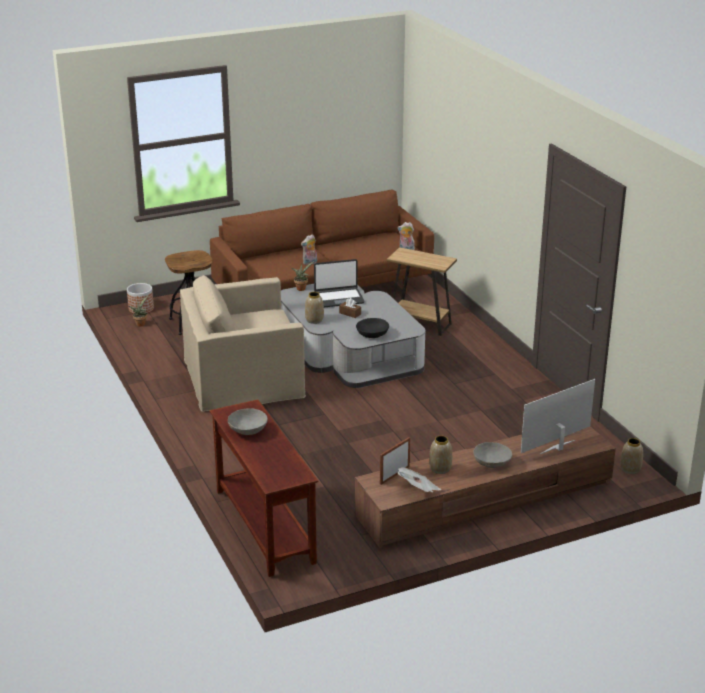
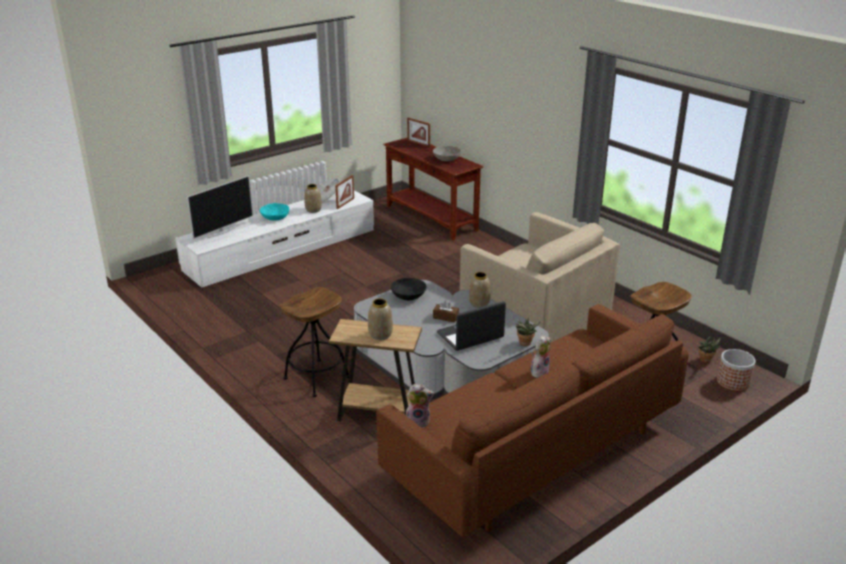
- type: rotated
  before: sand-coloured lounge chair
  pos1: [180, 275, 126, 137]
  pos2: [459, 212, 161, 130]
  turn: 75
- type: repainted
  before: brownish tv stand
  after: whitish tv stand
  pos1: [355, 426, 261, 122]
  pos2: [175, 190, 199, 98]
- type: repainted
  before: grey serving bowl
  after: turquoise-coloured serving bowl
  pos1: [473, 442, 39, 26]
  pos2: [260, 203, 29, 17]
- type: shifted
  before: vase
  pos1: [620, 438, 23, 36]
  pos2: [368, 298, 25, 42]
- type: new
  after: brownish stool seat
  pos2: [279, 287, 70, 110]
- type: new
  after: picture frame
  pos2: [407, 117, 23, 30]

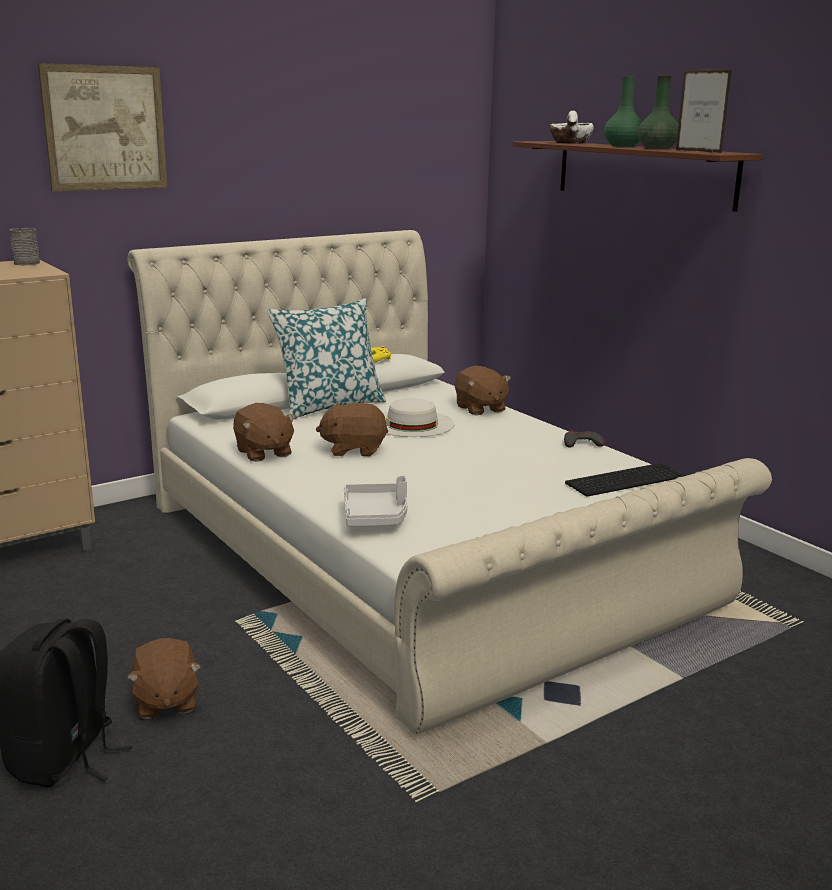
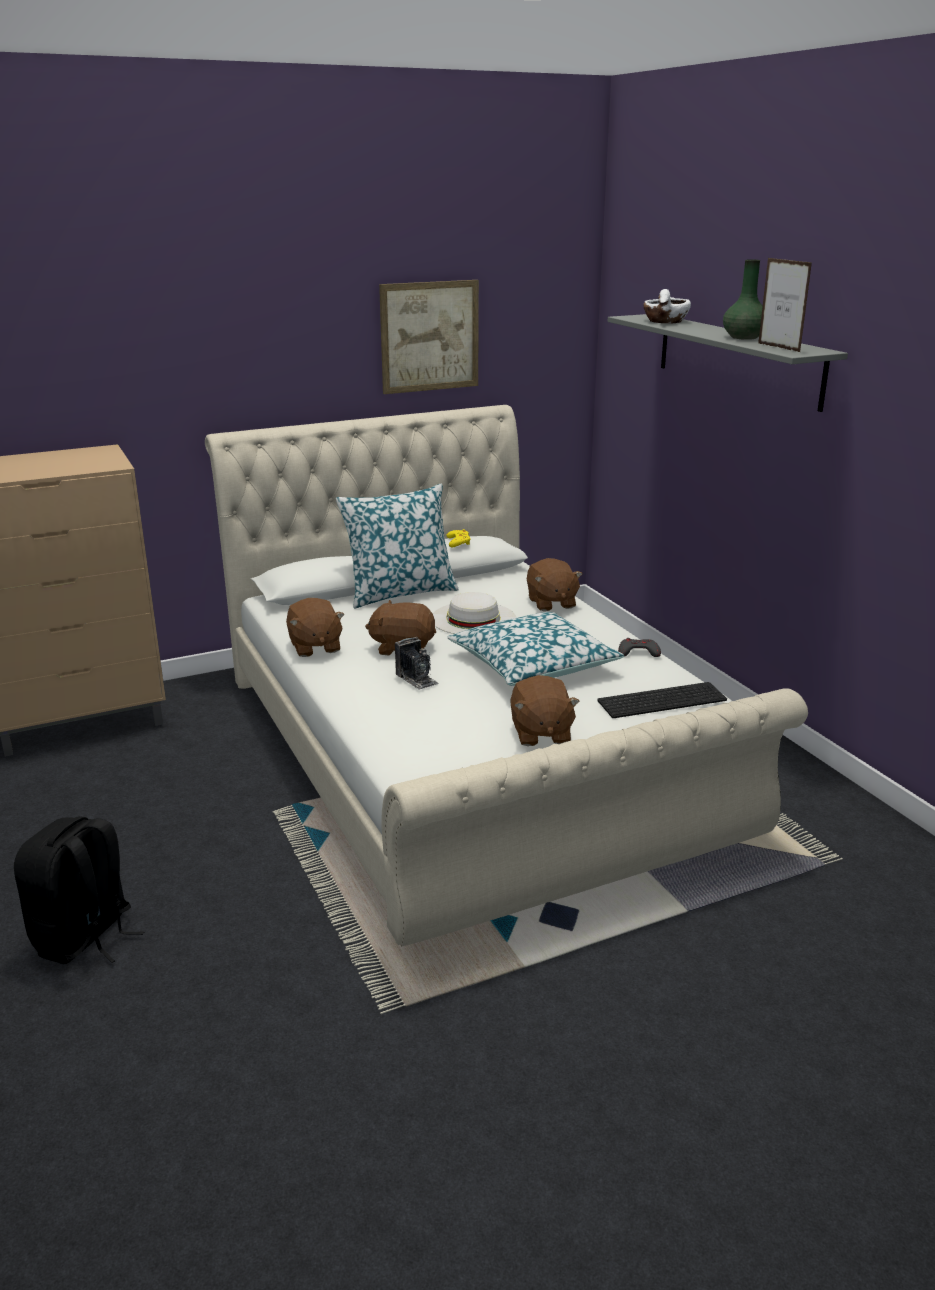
- type: gone
  before: grey tea mug
  pos1: [9, 228, 31, 37]
- type: shifted
  before: wall picture
  pos1: [38, 63, 129, 129]
  pos2: [379, 280, 100, 114]
- type: shifted
  before: brownish plush toy
  pos1: [127, 638, 74, 81]
  pos2: [510, 675, 70, 71]
- type: gone
  before: grey carrying tray
  pos1: [344, 476, 64, 50]
- type: repainted
  before: brownish wall shelf
  after: grey wall shelf
  pos1: [513, 141, 250, 71]
  pos2: [608, 314, 240, 98]
- type: gone
  before: greenish vase
  pos1: [604, 76, 38, 71]
- type: new
  after: still camera
  pos2: [395, 637, 44, 53]
- type: new
  after: pillow
  pos2: [447, 612, 177, 74]

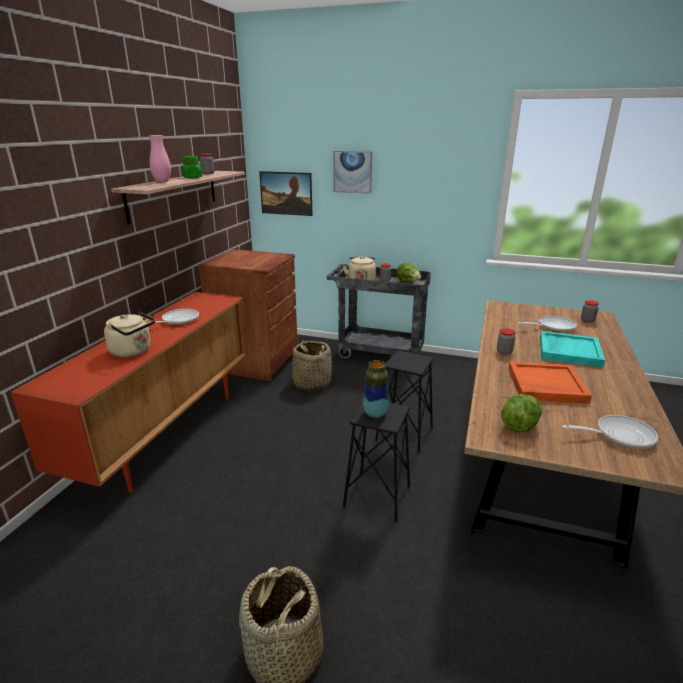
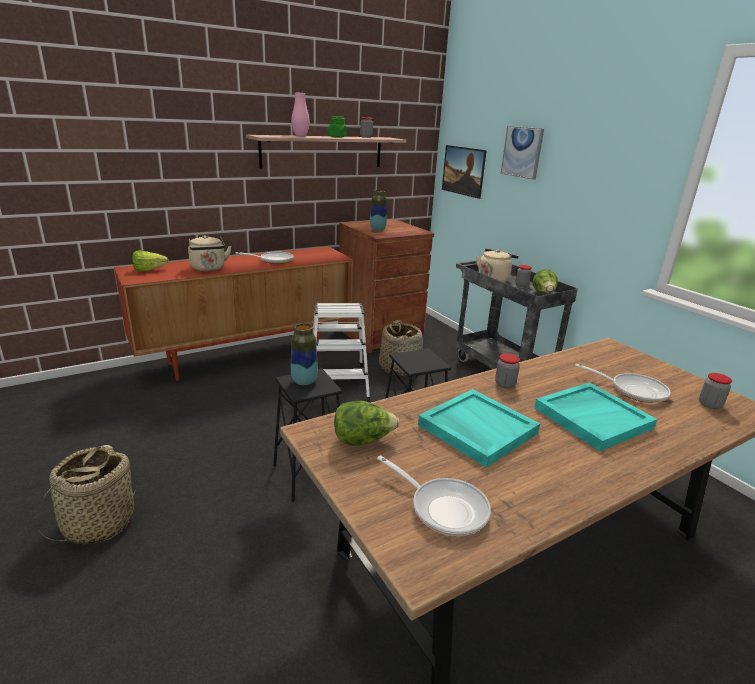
- type: repainted
  before: orange carrying tray
  after: turquoise-coloured carrying tray
  pos1: [508, 362, 84, 42]
  pos2: [418, 389, 122, 78]
- type: new
  after: head of lettuce
  pos2: [132, 251, 37, 20]
- type: new
  after: whitish step ladder
  pos2: [309, 303, 61, 100]
- type: new
  after: vase
  pos2: [370, 190, 17, 41]

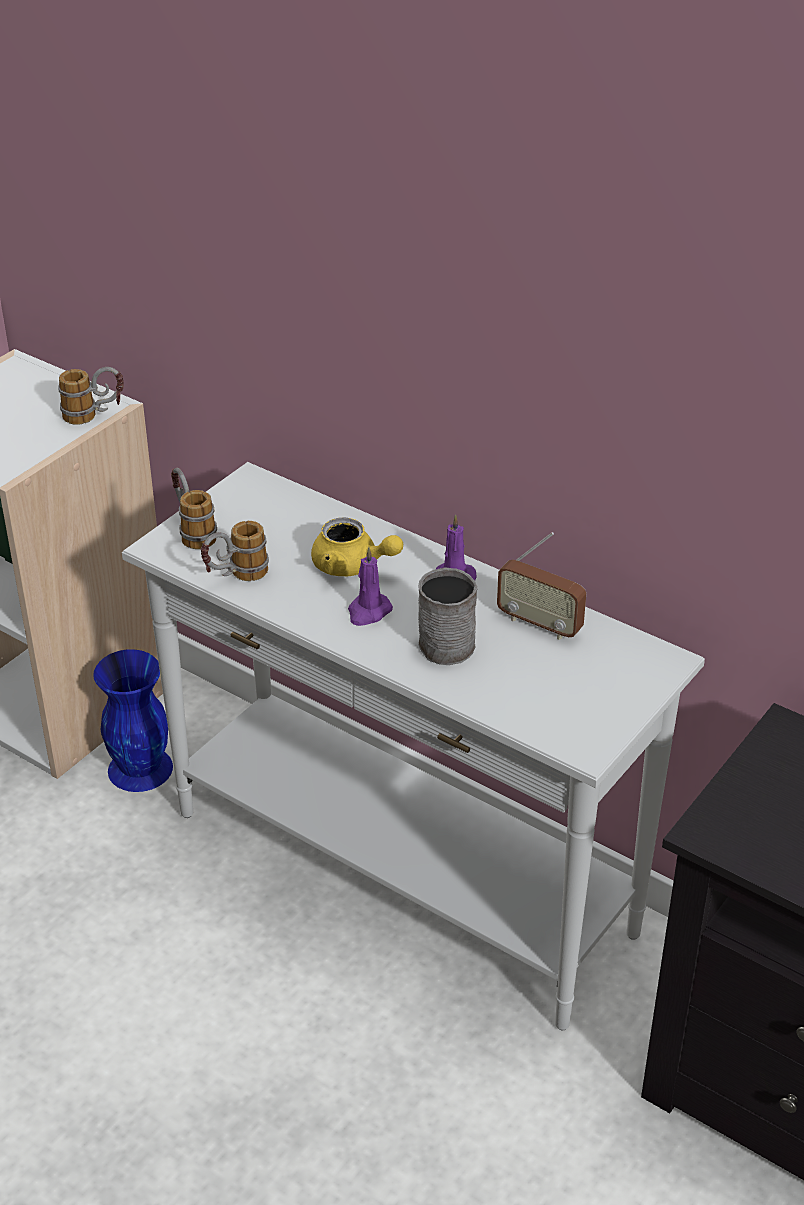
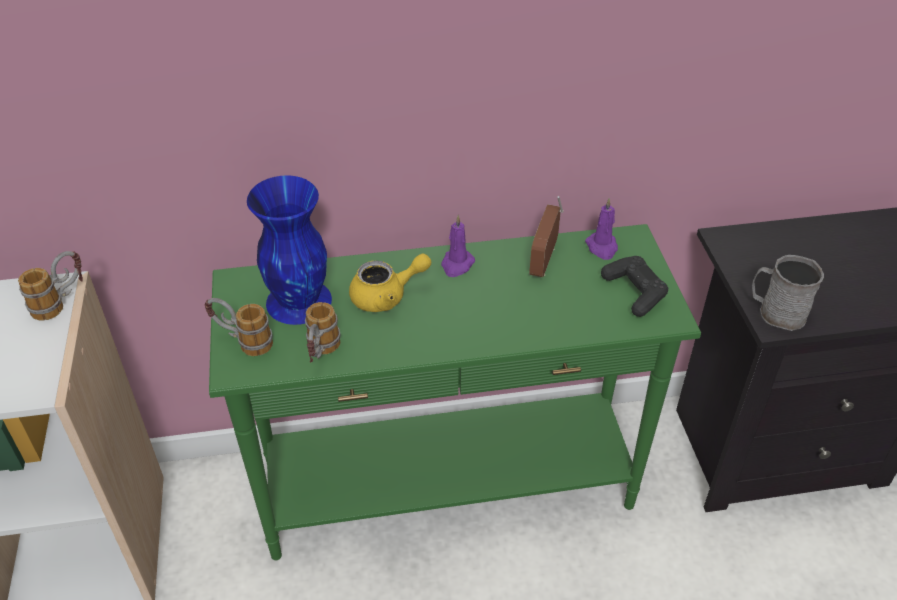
- type: shifted
  before: blue vase
  pos1: [93, 649, 80, 143]
  pos2: [247, 175, 85, 150]
- type: repainted
  before: whitish narrow table
  after: greenish narrow table
  pos1: [122, 462, 583, 568]
  pos2: [209, 224, 492, 336]
- type: shifted
  before: purplish wax candle
  pos1: [348, 547, 45, 79]
  pos2: [585, 198, 33, 62]
- type: shifted
  before: grey tea mug
  pos1: [418, 567, 60, 98]
  pos2: [752, 255, 72, 76]
- type: rotated
  before: radio receiver
  pos1: [497, 532, 89, 108]
  pos2: [529, 196, 35, 81]
  turn: 120
- type: new
  after: black game controller
  pos2: [601, 256, 67, 61]

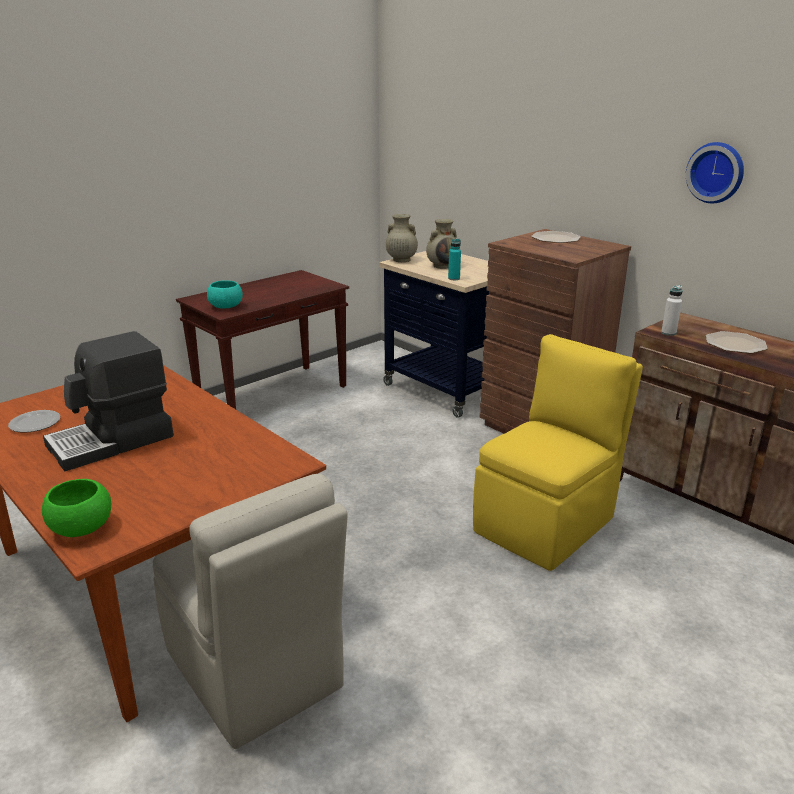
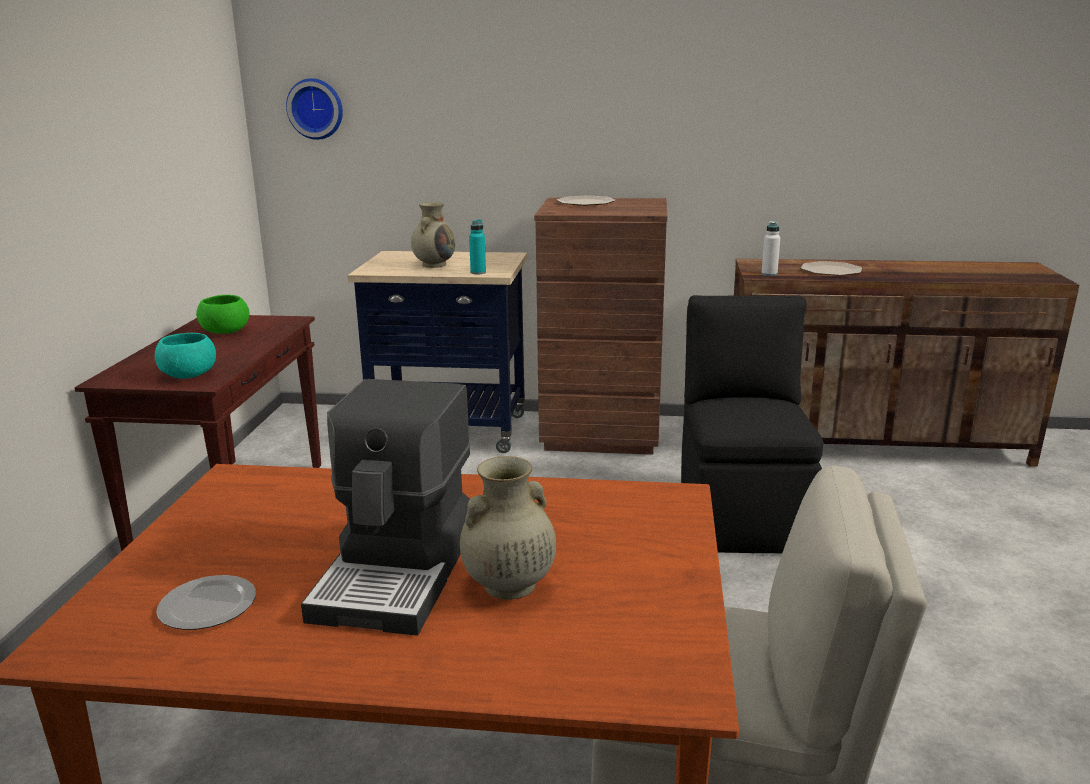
- type: shifted
  before: greenish serving bowl
  pos1: [42, 479, 69, 58]
  pos2: [196, 295, 53, 39]
- type: shifted
  before: sand-coloured vase
  pos1: [386, 214, 32, 48]
  pos2: [460, 456, 96, 144]
- type: repainted
  before: yellow-coloured chair
  after: black chair
  pos1: [473, 334, 170, 237]
  pos2: [681, 295, 142, 258]
- type: shifted
  before: clock on the wall
  pos1: [686, 142, 58, 61]
  pos2: [286, 78, 57, 62]

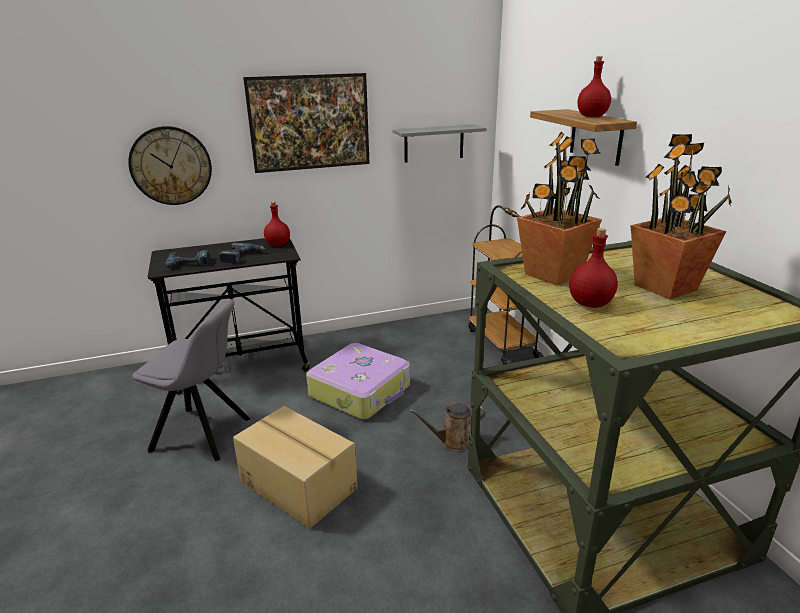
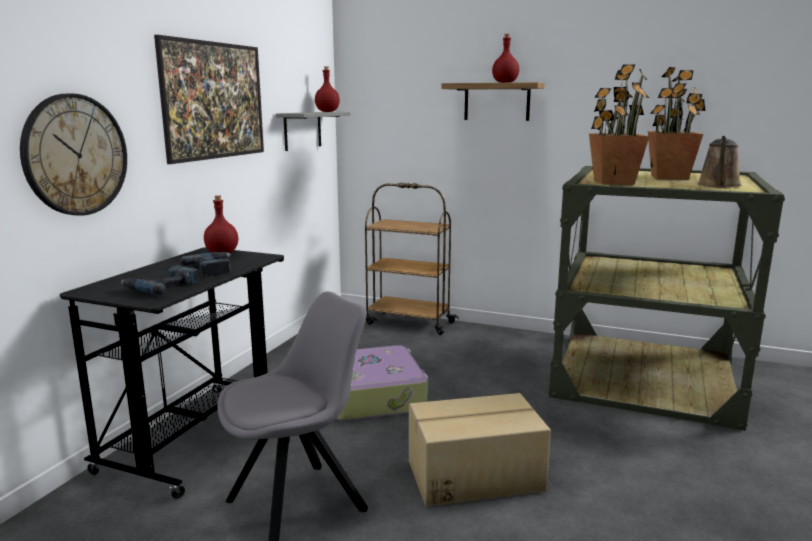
- type: shifted
  before: brownish sprinkling can
  pos1: [409, 403, 76, 48]
  pos2: [697, 136, 44, 52]
- type: shifted
  before: reddish bottle
  pos1: [569, 228, 49, 80]
  pos2: [315, 66, 25, 46]

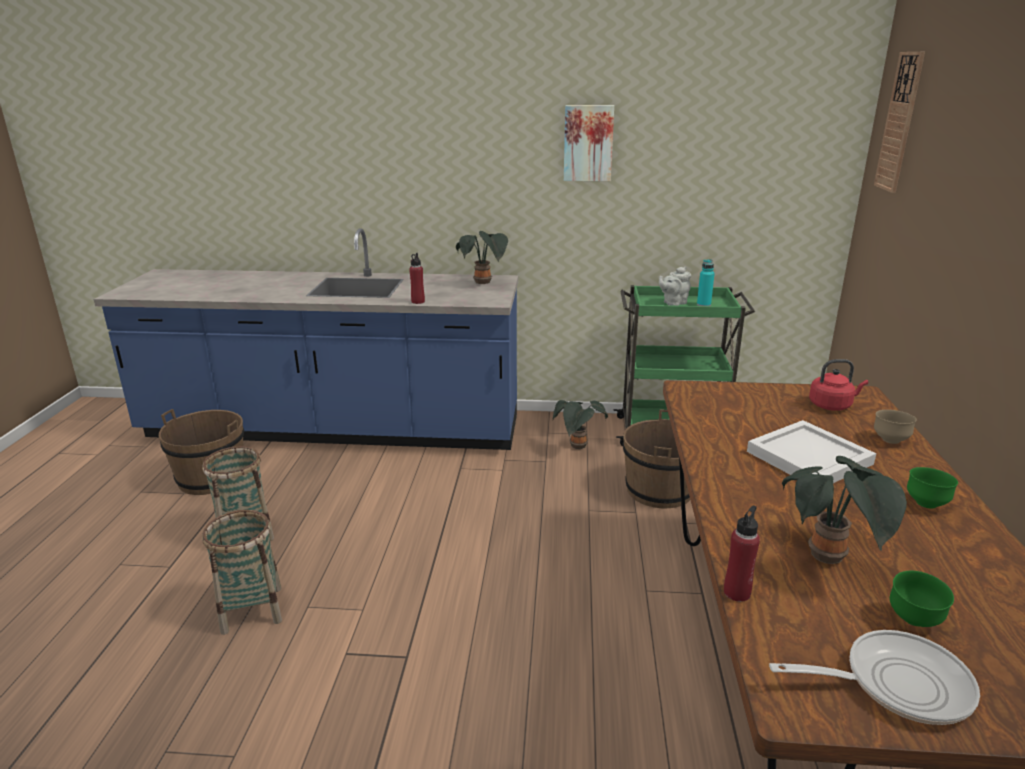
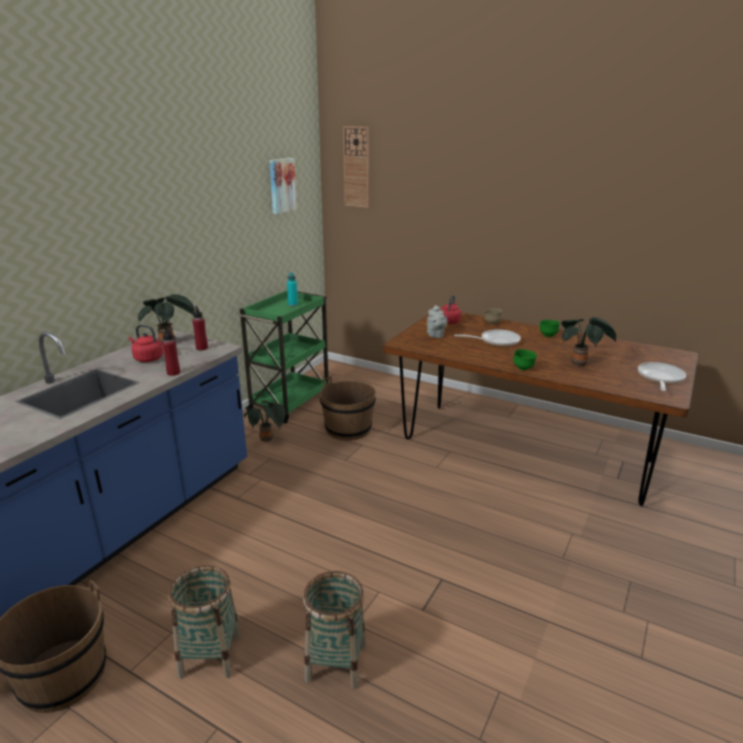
- type: shifted
  before: wall picture
  pos1: [564, 105, 50, 76]
  pos2: [269, 158, 28, 56]
- type: shifted
  before: grey teapot
  pos1: [659, 267, 32, 39]
  pos2: [427, 305, 21, 33]
- type: shifted
  before: reddish bottle
  pos1: [724, 505, 36, 97]
  pos2: [192, 306, 16, 44]
- type: swapped
  before: whitish carrying tray
  after: pan
  pos1: [747, 420, 129, 63]
  pos2: [454, 329, 67, 18]
- type: shifted
  before: greenish serving bowl
  pos1: [890, 571, 64, 56]
  pos2: [513, 349, 24, 21]
- type: new
  after: reddish tea kettle
  pos2: [129, 325, 34, 37]

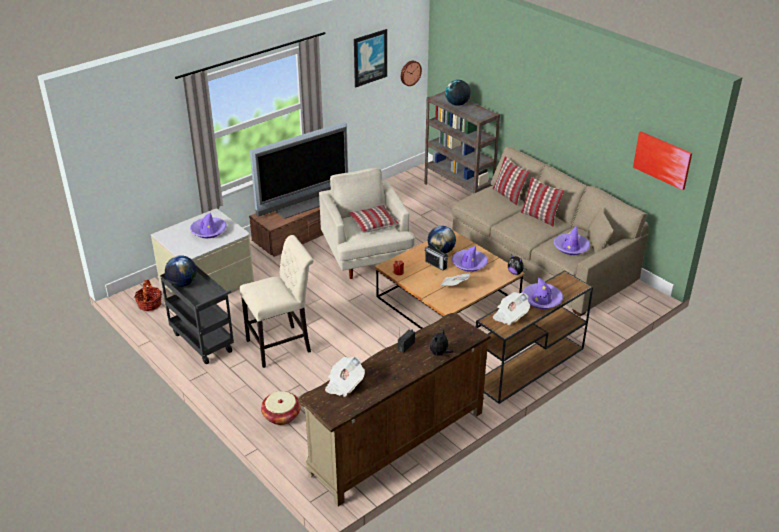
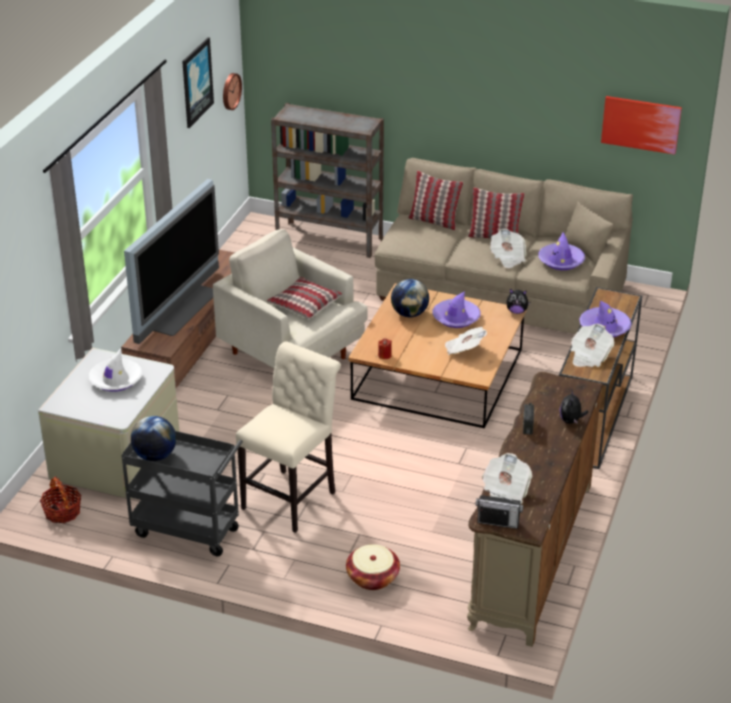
- type: repainted
  before: purplish wearable hat
  after: whitish wearable hat
  pos1: [190, 213, 37, 25]
  pos2: [88, 352, 54, 40]
- type: shifted
  before: radio receiver
  pos1: [424, 243, 24, 27]
  pos2: [475, 489, 48, 40]
- type: gone
  before: globe
  pos1: [445, 80, 26, 26]
- type: new
  after: daily paper
  pos2: [490, 229, 36, 40]

